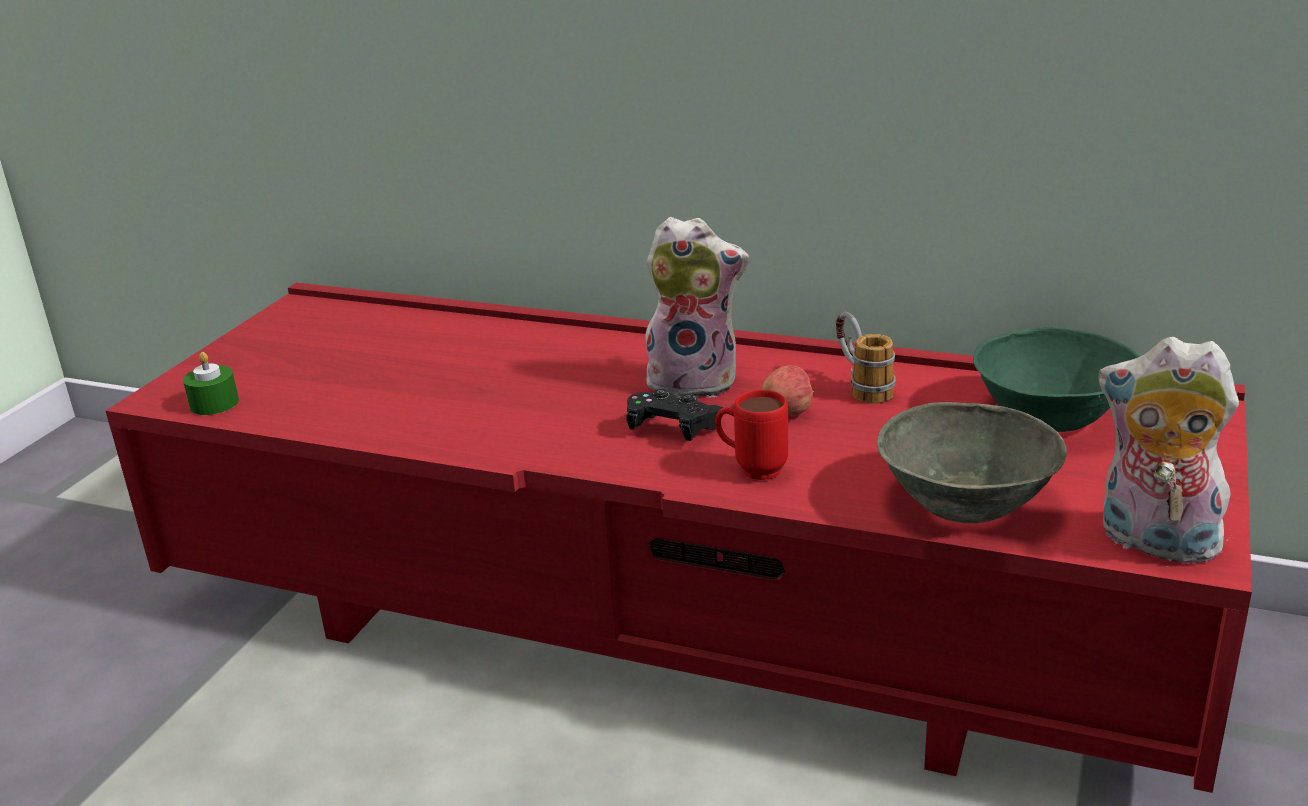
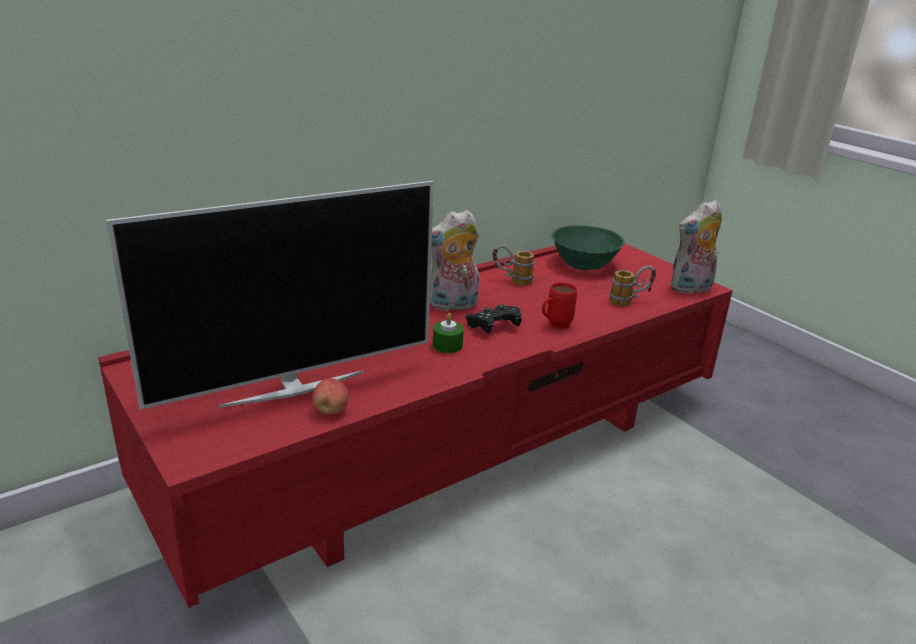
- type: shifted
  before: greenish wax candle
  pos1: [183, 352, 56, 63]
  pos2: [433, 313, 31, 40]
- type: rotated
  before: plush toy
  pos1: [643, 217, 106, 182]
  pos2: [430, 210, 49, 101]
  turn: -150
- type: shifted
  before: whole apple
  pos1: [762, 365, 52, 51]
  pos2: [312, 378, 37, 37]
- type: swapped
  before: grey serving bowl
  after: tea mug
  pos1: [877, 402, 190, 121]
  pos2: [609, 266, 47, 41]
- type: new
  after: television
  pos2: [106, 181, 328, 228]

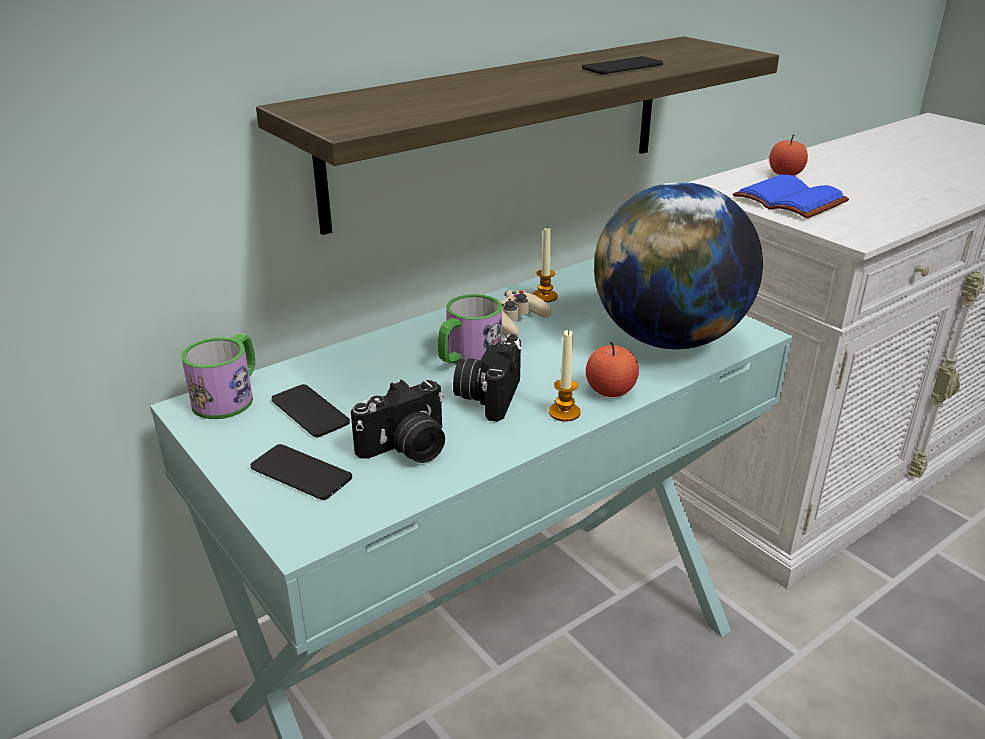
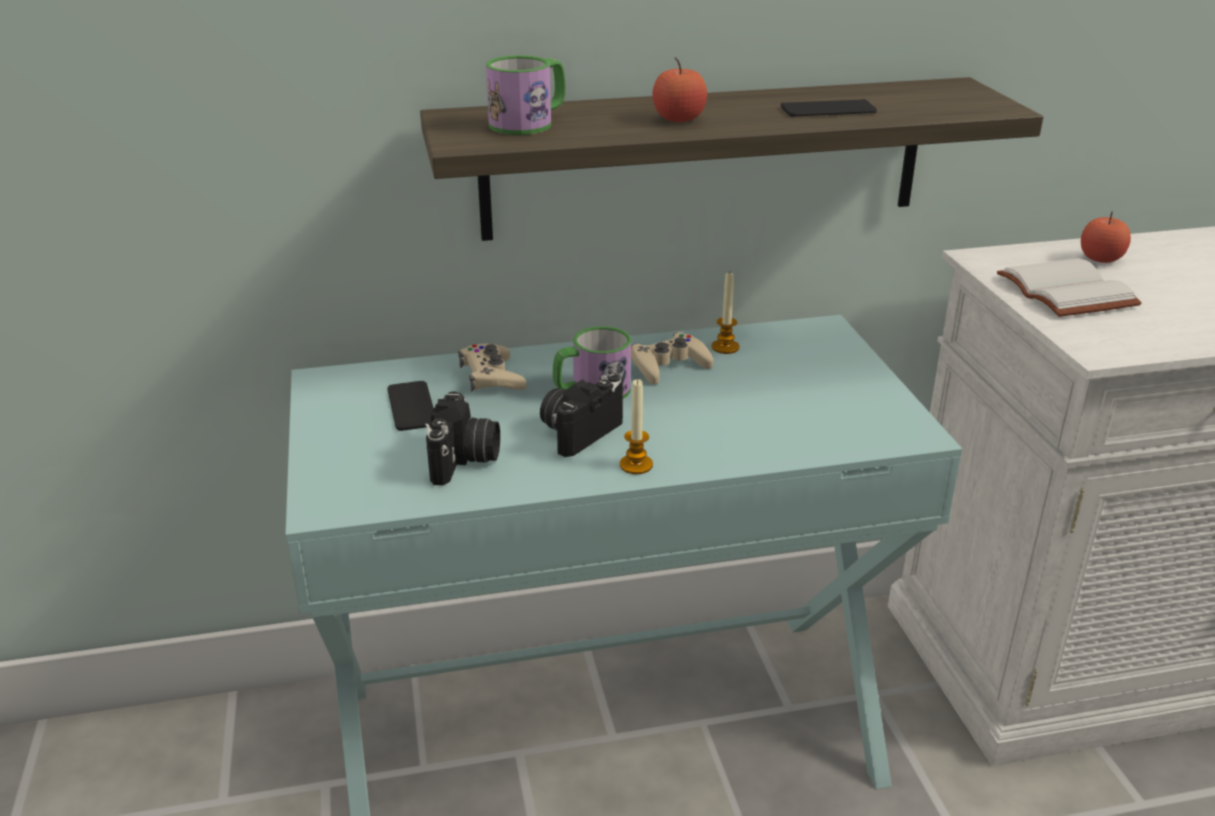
- type: shifted
  before: tea mug
  pos1: [181, 334, 74, 85]
  pos2: [486, 55, 80, 80]
- type: gone
  before: handset
  pos1: [251, 444, 101, 56]
- type: rotated
  before: still camera
  pos1: [351, 380, 94, 83]
  pos2: [425, 391, 75, 94]
  turn: -75
- type: shifted
  before: whole apple
  pos1: [586, 341, 53, 56]
  pos2: [652, 57, 55, 65]
- type: gone
  before: globe
  pos1: [594, 182, 169, 167]
- type: repainted
  before: blue volume
  after: whitish volume
  pos1: [733, 175, 116, 44]
  pos2: [997, 258, 145, 59]
- type: new
  after: sand-coloured game controller
  pos2: [458, 344, 69, 48]

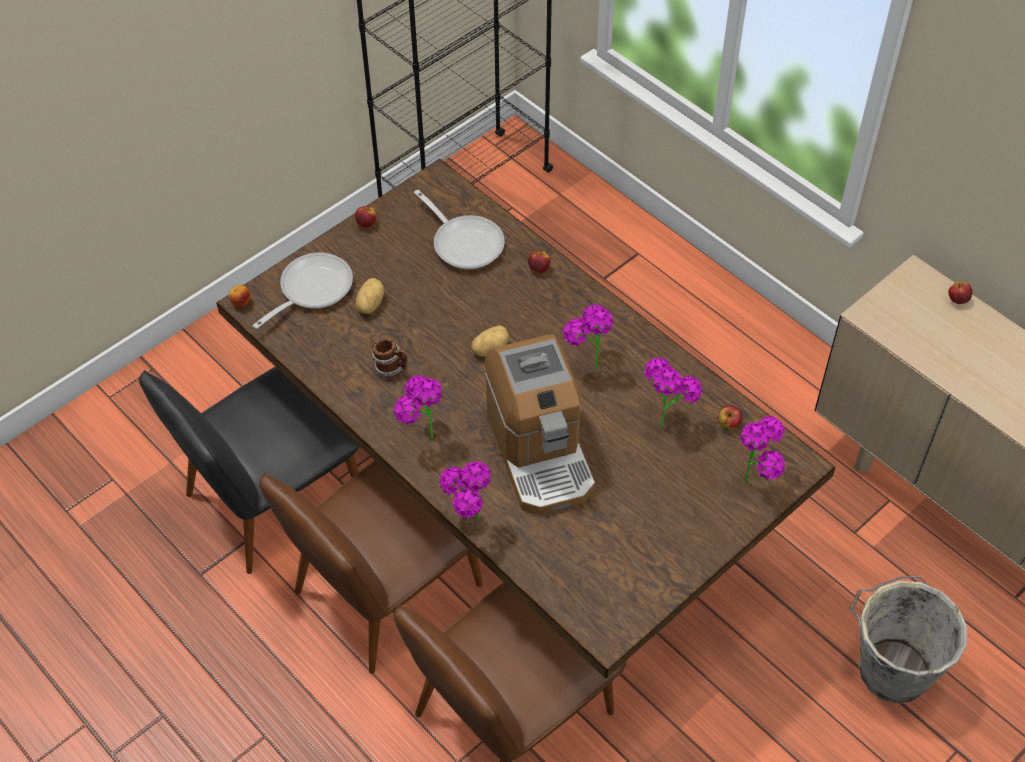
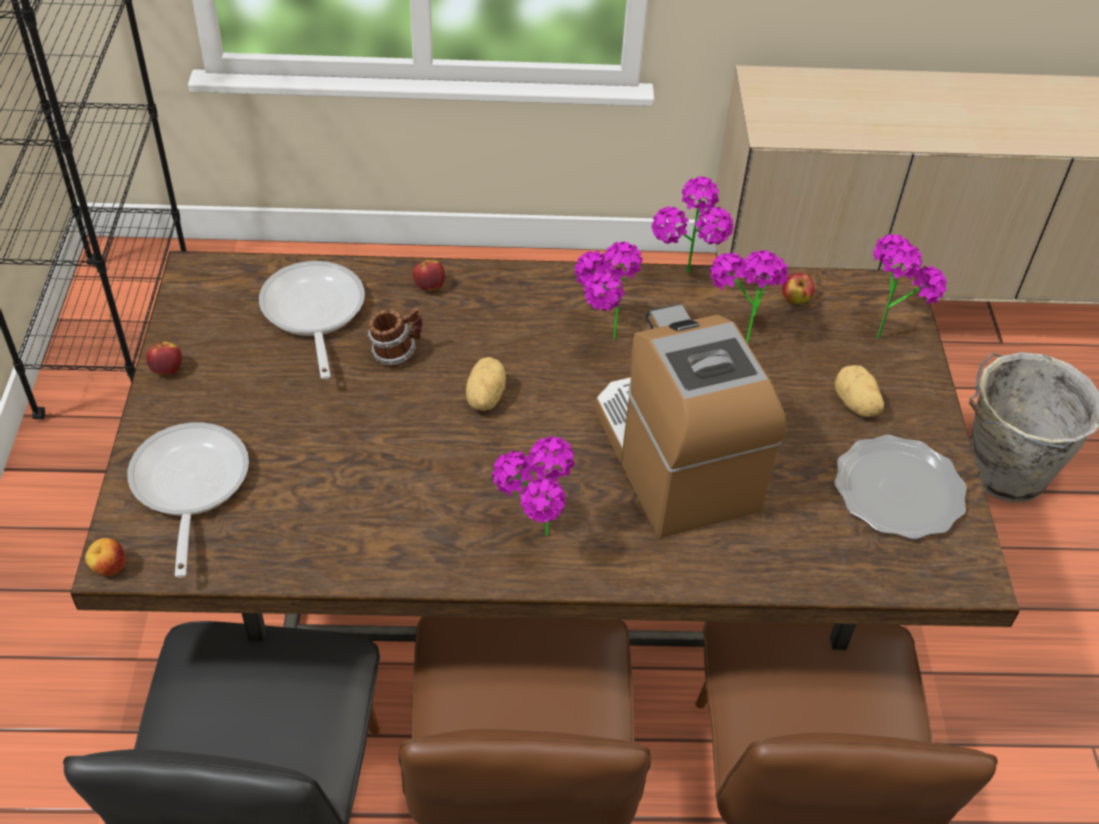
- type: shifted
  before: whole potato
  pos1: [356, 278, 28, 36]
  pos2: [835, 365, 49, 52]
- type: shifted
  before: tea mug
  pos1: [372, 338, 35, 40]
  pos2: [367, 307, 56, 60]
- type: rotated
  before: pan
  pos1: [414, 190, 91, 79]
  pos2: [259, 261, 106, 118]
  turn: -105
- type: shifted
  before: houseplant
  pos1: [439, 461, 51, 59]
  pos2: [652, 176, 82, 97]
- type: rotated
  before: coffee machine
  pos1: [485, 334, 110, 181]
  pos2: [595, 305, 191, 233]
  turn: -135
- type: gone
  before: whole apple
  pos1: [948, 282, 25, 22]
- type: new
  after: dinner plate
  pos2: [834, 435, 133, 104]

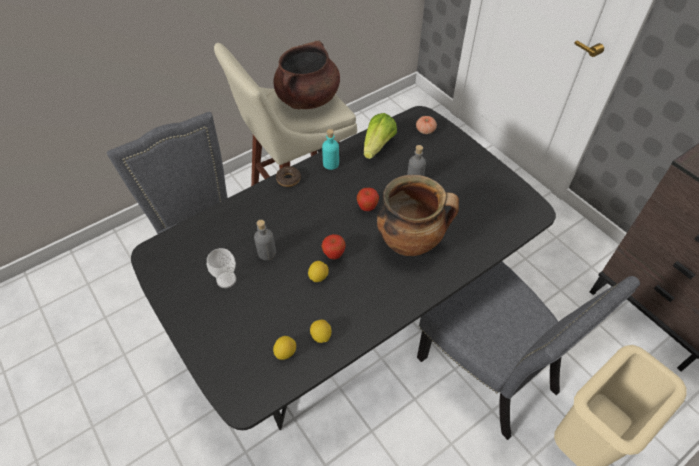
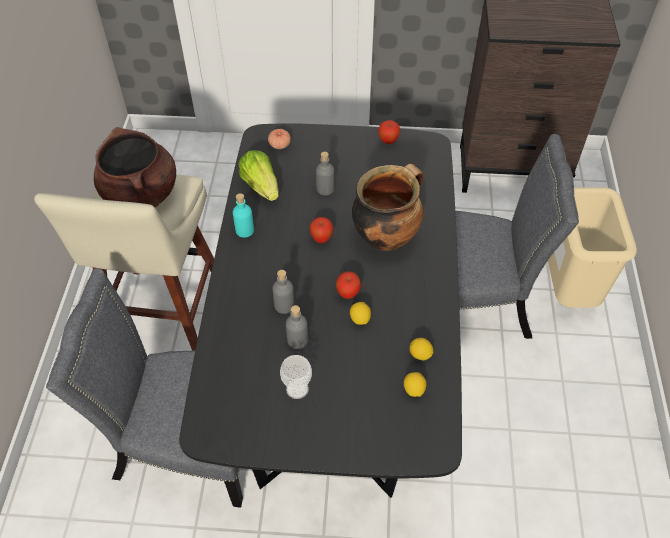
- type: gone
  before: doughnut
  pos1: [276, 166, 25, 21]
- type: new
  after: grey bottle
  pos2: [273, 270, 21, 44]
- type: new
  after: whole apple
  pos2: [378, 120, 22, 24]

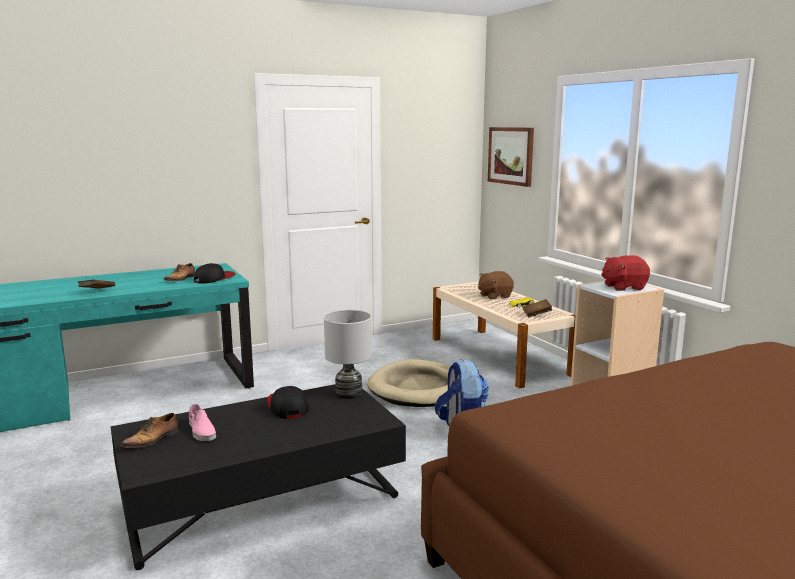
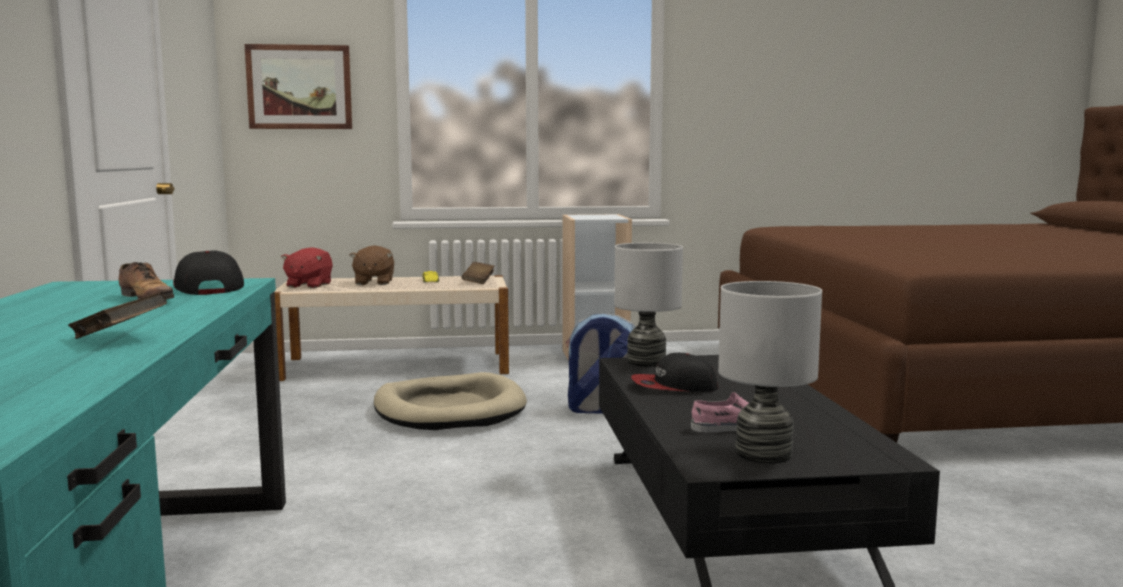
- type: swapped
  before: low shoe
  after: grey lamp for a table
  pos1: [121, 413, 58, 35]
  pos2: [718, 281, 104, 182]
- type: shifted
  before: reddish plush toy
  pos1: [601, 255, 49, 36]
  pos2: [281, 247, 52, 41]

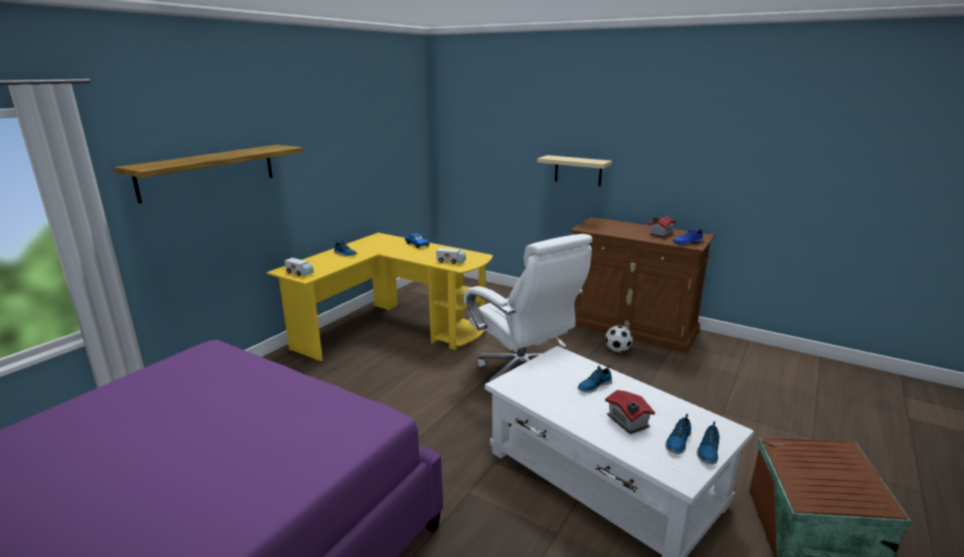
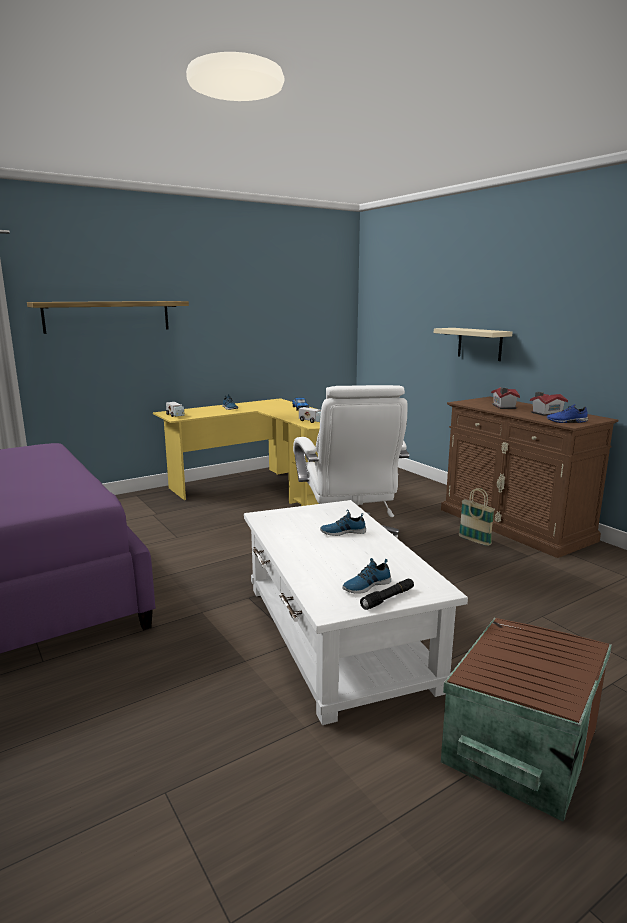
- type: swapped
  before: football ball
  after: household basket
  pos1: [605, 325, 28, 27]
  pos2: [459, 488, 36, 58]
- type: shifted
  before: toy house
  pos1: [605, 390, 50, 44]
  pos2: [491, 387, 29, 22]
- type: swapped
  before: low shoe
  after: black torch
  pos1: [697, 421, 23, 44]
  pos2: [360, 579, 54, 31]

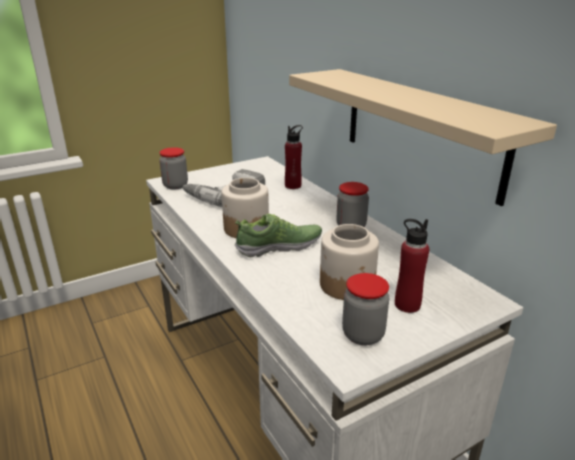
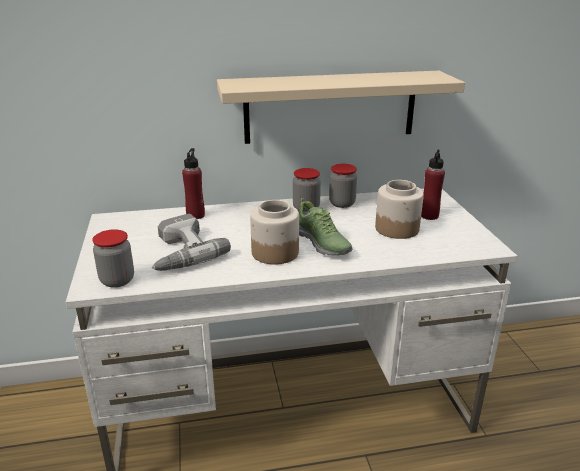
- type: rotated
  before: low shoe
  pos1: [235, 214, 87, 43]
  pos2: [299, 198, 54, 57]
  turn: 150
- type: shifted
  before: jar
  pos1: [342, 273, 47, 73]
  pos2: [329, 164, 28, 44]

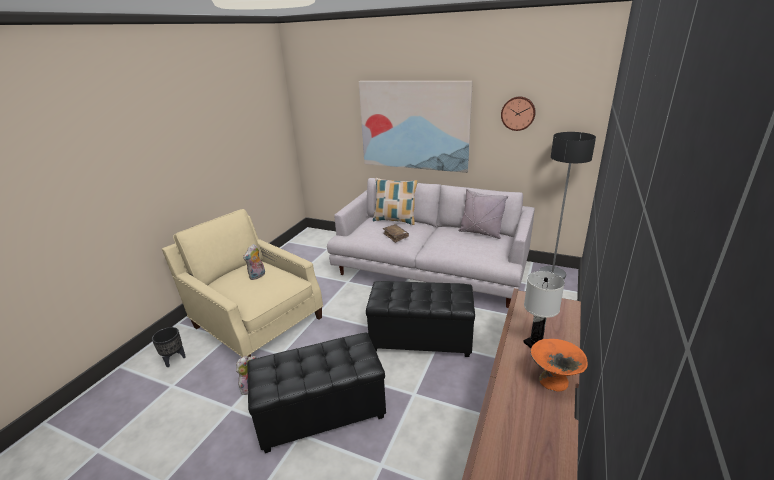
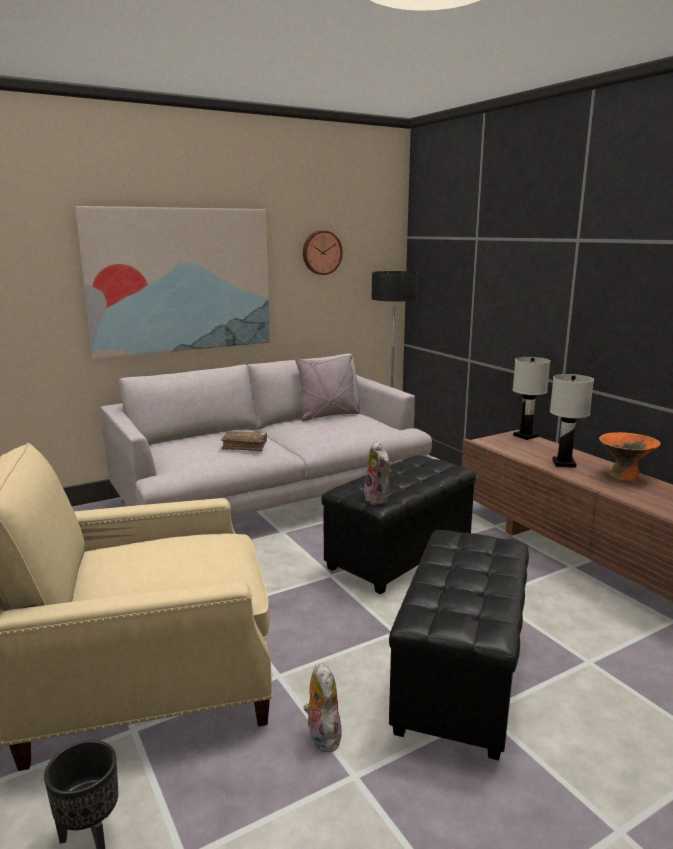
- type: shifted
  before: plush toy
  pos1: [243, 244, 22, 36]
  pos2: [364, 441, 27, 64]
- type: gone
  before: pillow
  pos1: [373, 178, 45, 47]
- type: new
  after: whitish lamp for a table
  pos2: [513, 357, 37, 83]

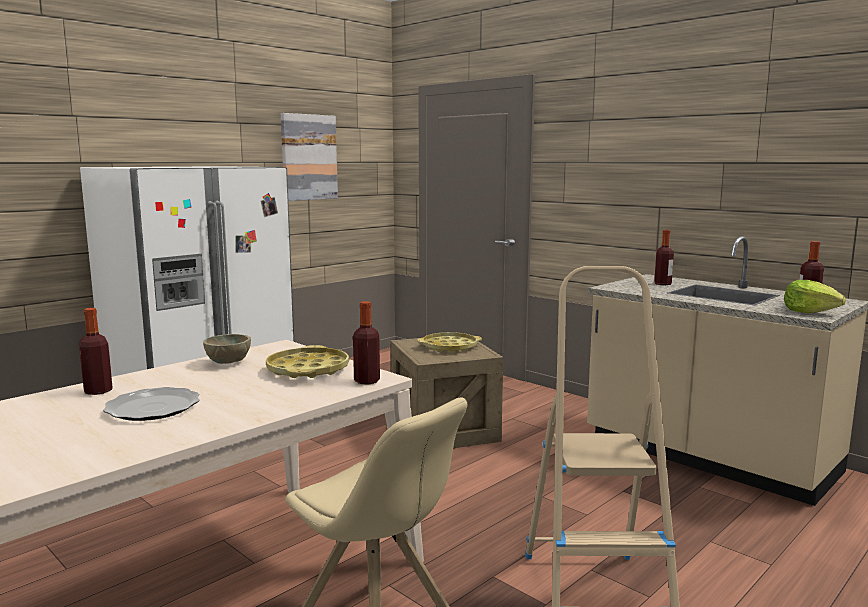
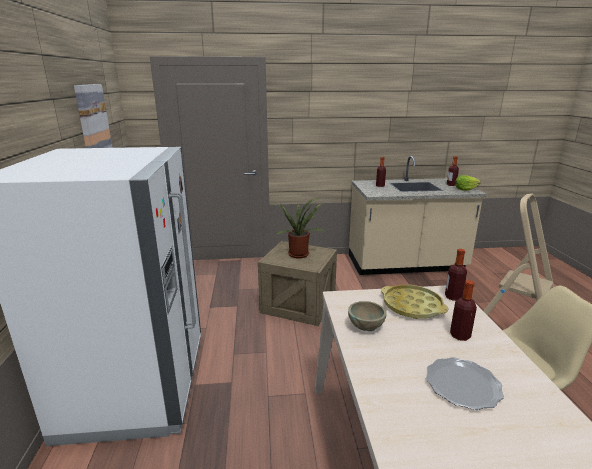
- type: shifted
  before: bottle
  pos1: [79, 308, 34, 87]
  pos2: [450, 280, 27, 61]
- type: swapped
  before: yellow-coloured carrying tray
  after: houseplant
  pos1: [417, 332, 65, 21]
  pos2: [271, 198, 53, 60]

